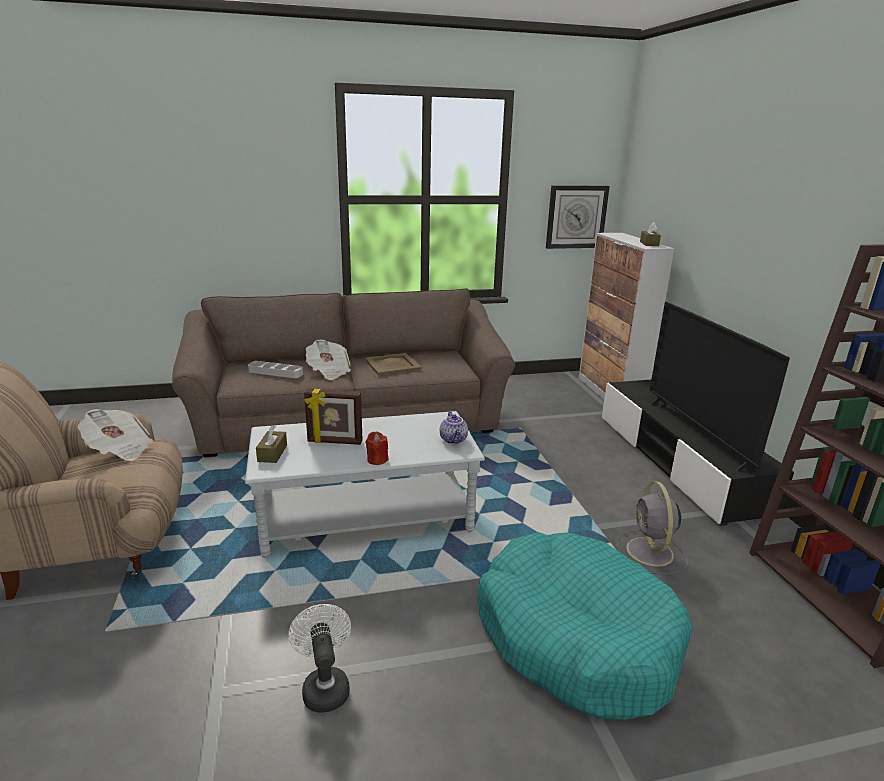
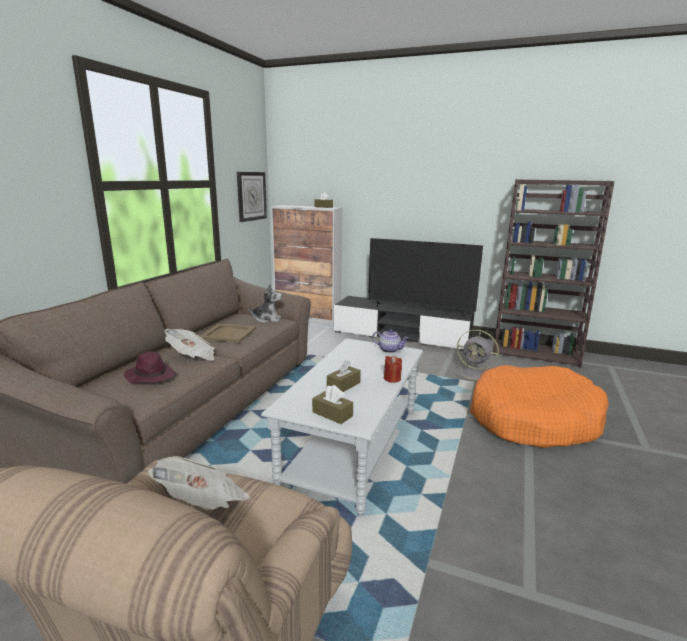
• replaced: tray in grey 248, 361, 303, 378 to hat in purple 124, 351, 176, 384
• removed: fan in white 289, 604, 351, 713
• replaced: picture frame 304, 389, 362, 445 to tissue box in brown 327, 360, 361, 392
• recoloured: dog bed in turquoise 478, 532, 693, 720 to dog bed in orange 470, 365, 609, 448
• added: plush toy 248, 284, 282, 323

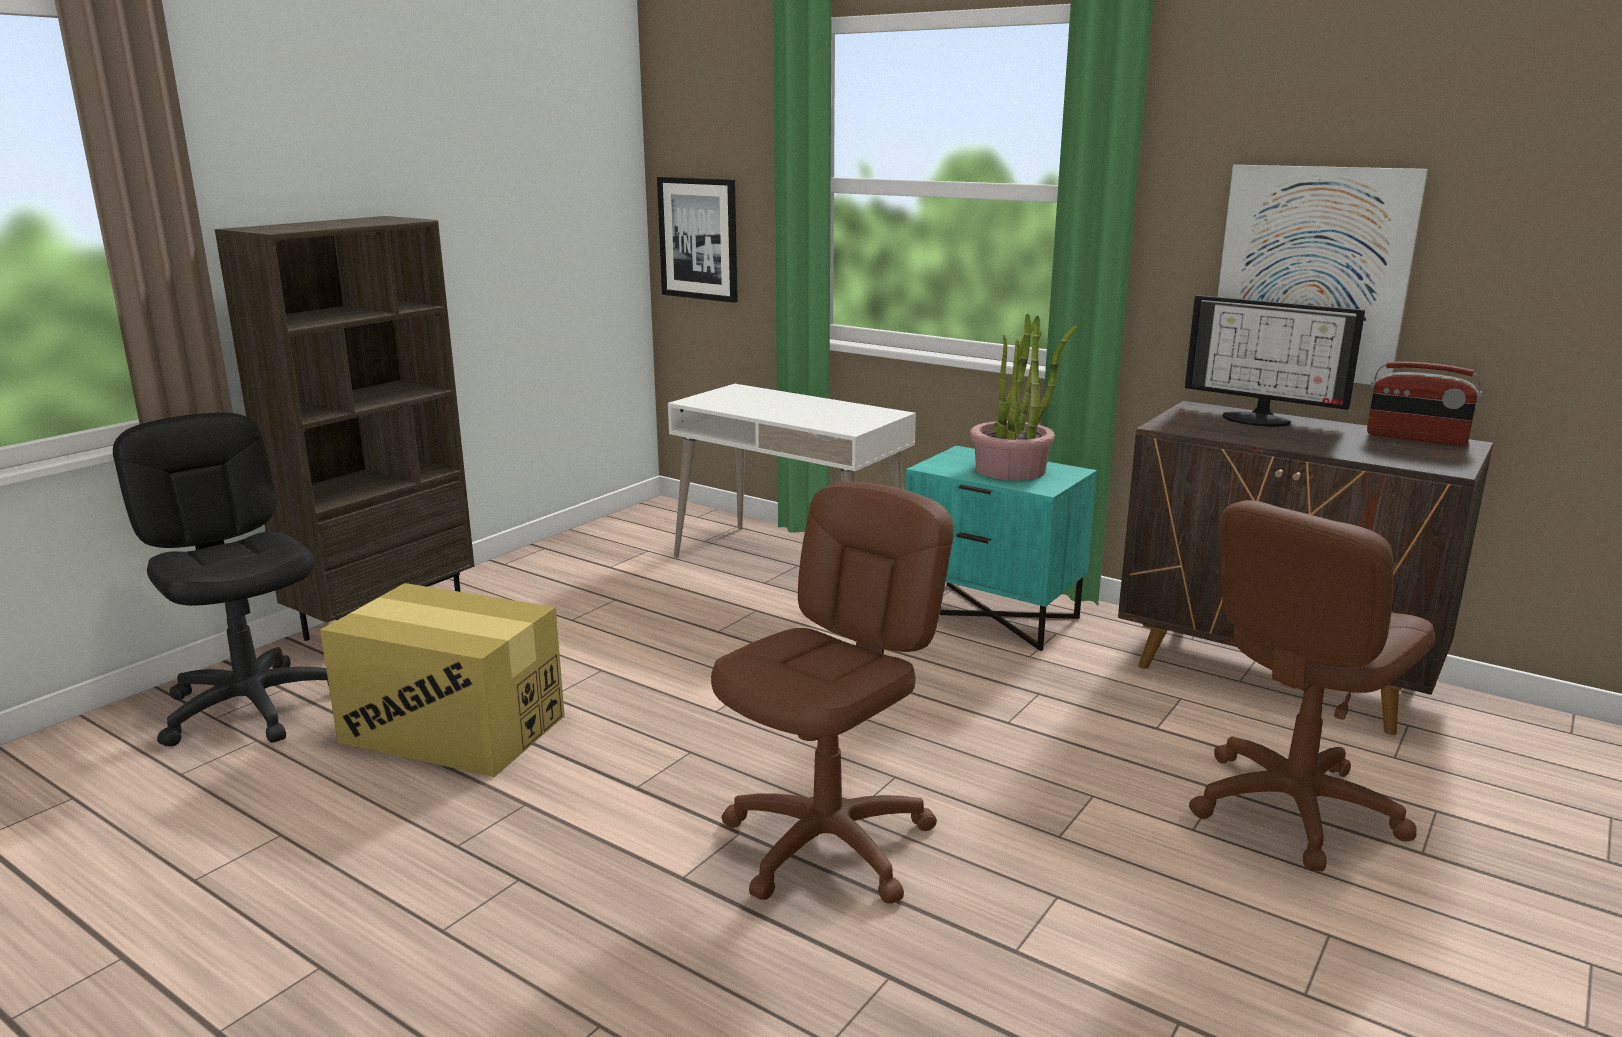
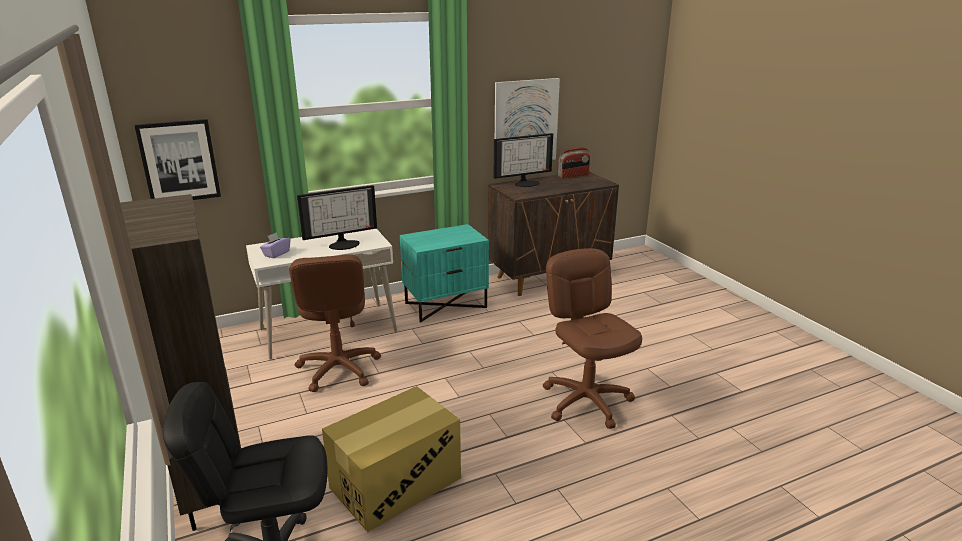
• removed: potted plant 970, 314, 1077, 480
• moved: office chair in brown 1189, 500, 1435, 871 to 290, 254, 381, 392
• added: tissue box in purple 260, 232, 291, 258
• added: monitor 297, 185, 377, 250

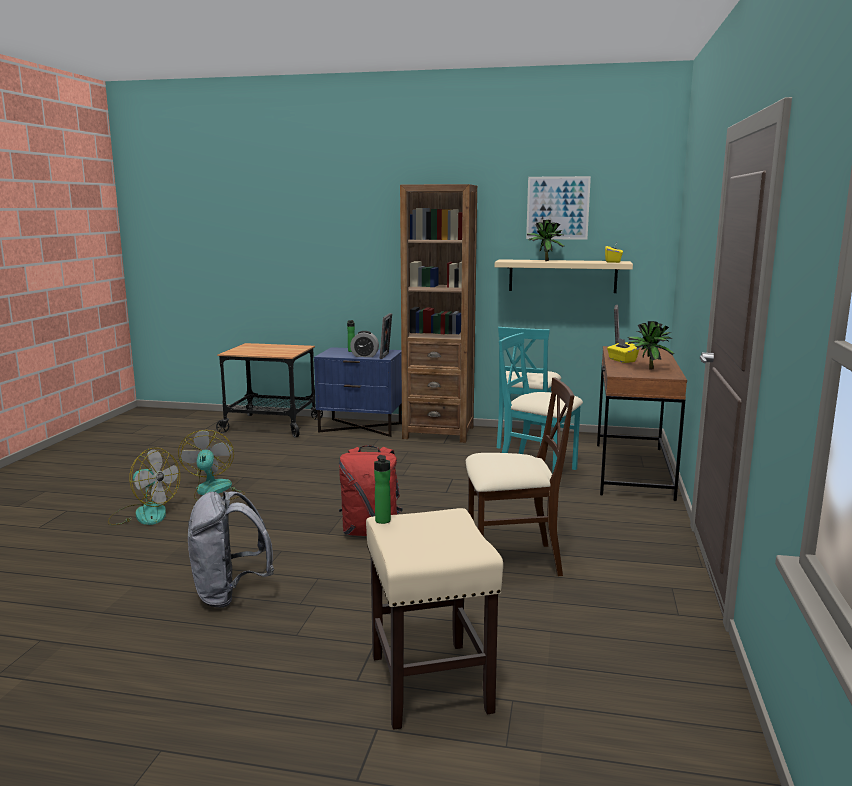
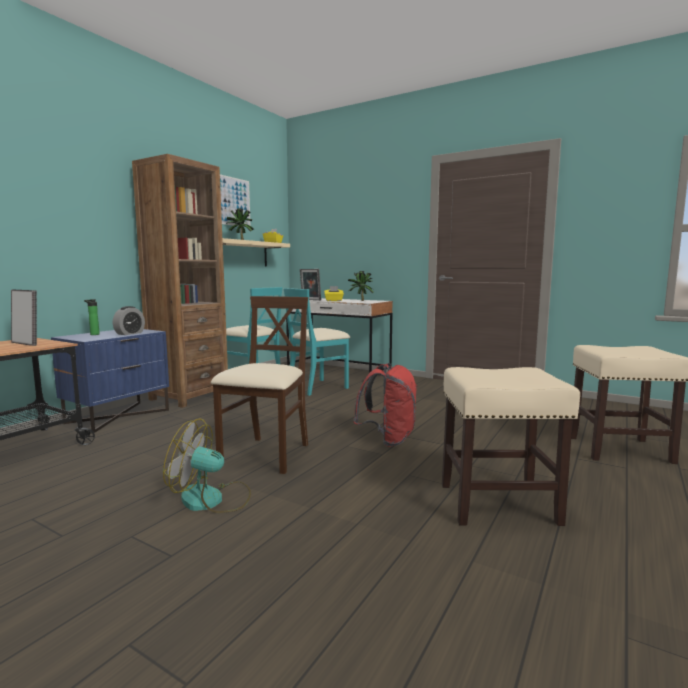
• removed: fan 108, 448, 180, 525
• replaced: backpack in grey 188, 491, 274, 608 to stool in beige 442, 367, 580, 526
• removed: bottle 374, 455, 391, 524
• moved: picture frame 380, 313, 392, 359 to 11, 289, 37, 346
• moved: chair in beige 466, 377, 574, 576 to 211, 296, 308, 474
• recoloured: desk in brown 597, 346, 687, 501 to desk in white 286, 298, 393, 373

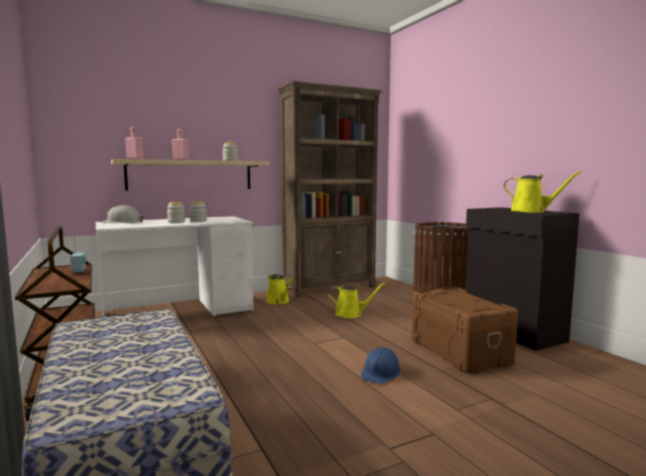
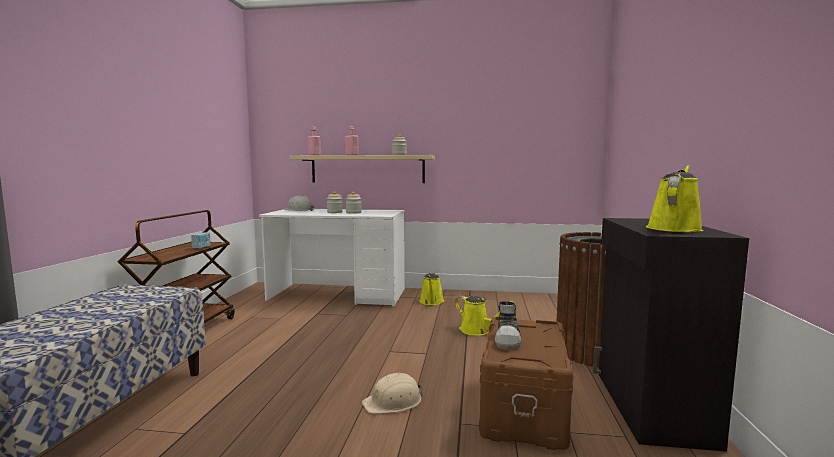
• removed: bookcase in brown 277, 81, 382, 297
• recoloured: hard hat in blue 361, 347, 401, 384 to hard hat in beige 362, 373, 422, 414
• turned: watering can in yellow 504, 171, 582, 213 = 646, 165, 703, 232 120 degrees counterclockwise
• added: shoe 495, 301, 521, 350

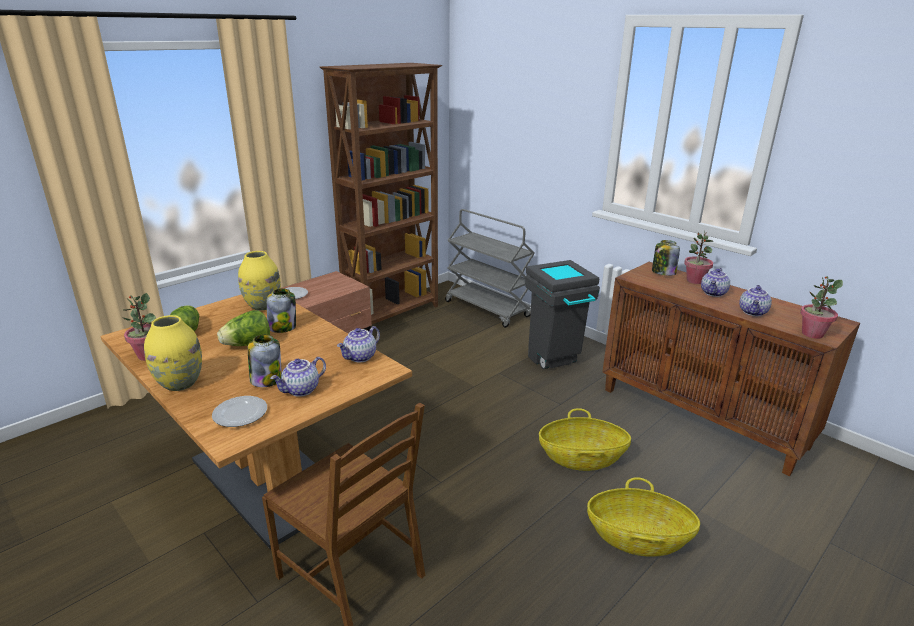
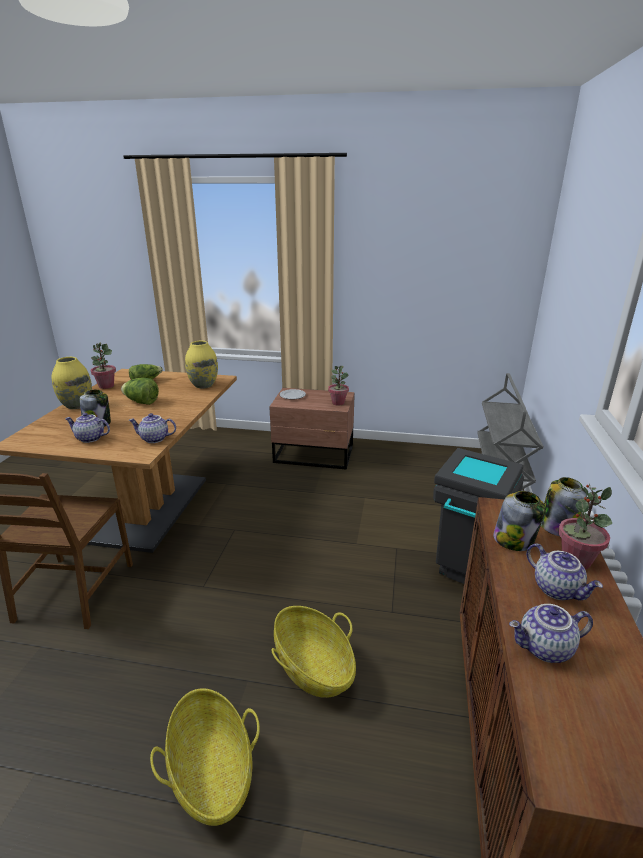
• removed: plate 212, 396, 267, 427
• moved: jar 267, 289, 296, 333 to 493, 491, 546, 551
• removed: bookcase in brown 320, 63, 442, 330
• turned: teapot 701, 268, 730, 297 = 526, 543, 603, 601 120 degrees counterclockwise
• moved: potted plant 800, 276, 843, 339 to 328, 366, 349, 405

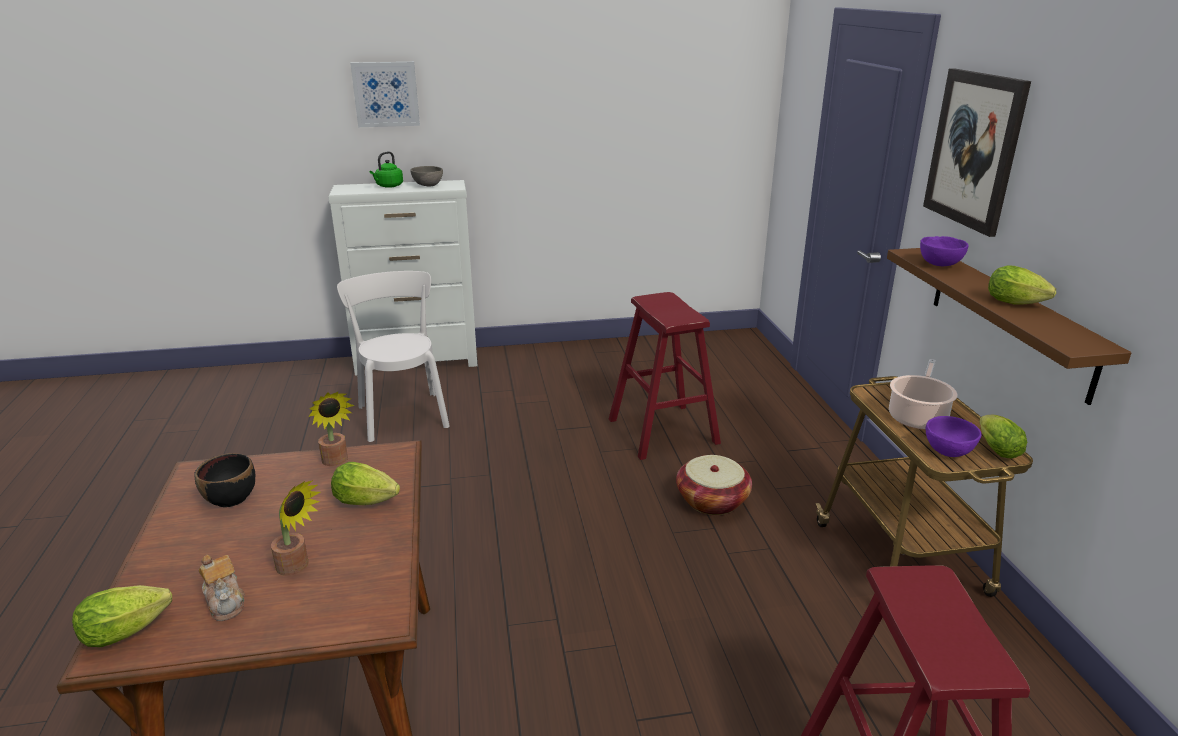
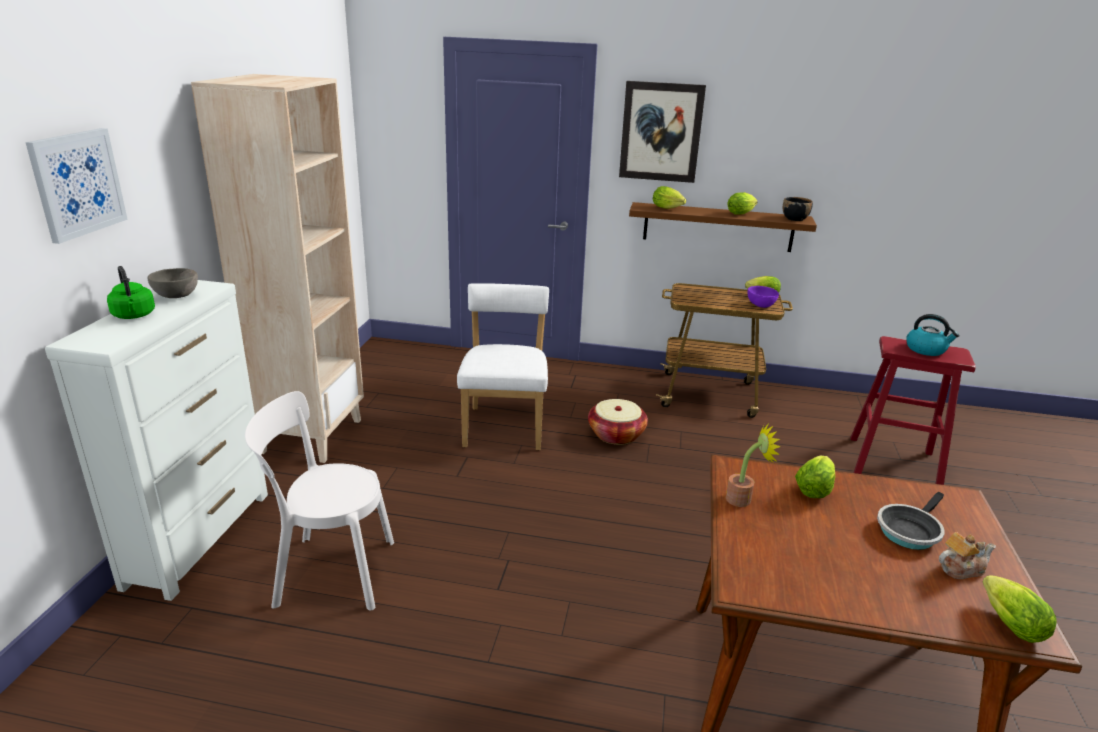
• moved: bowl in black 194, 453, 255, 507 to 783, 197, 813, 221
• replaced: potted plant 271, 480, 321, 576 to frying pan 877, 492, 945, 550
• replaced: stool in red 609, 292, 721, 460 to chair in white 457, 283, 549, 450
• removed: cooking pot 889, 359, 958, 430
• replaced: bowl in purple 920, 236, 969, 266 to lettuce 653, 186, 686, 209
• added: bookcase in beige 191, 74, 364, 463
• added: kettle 906, 314, 960, 356

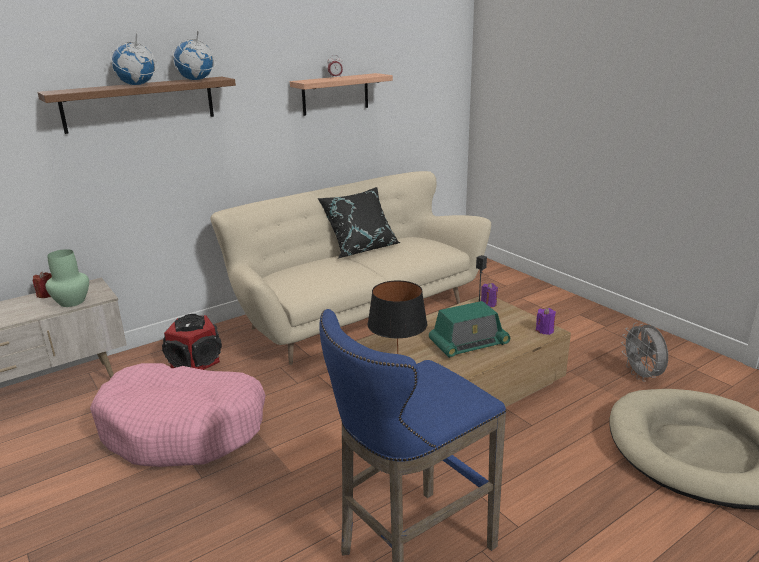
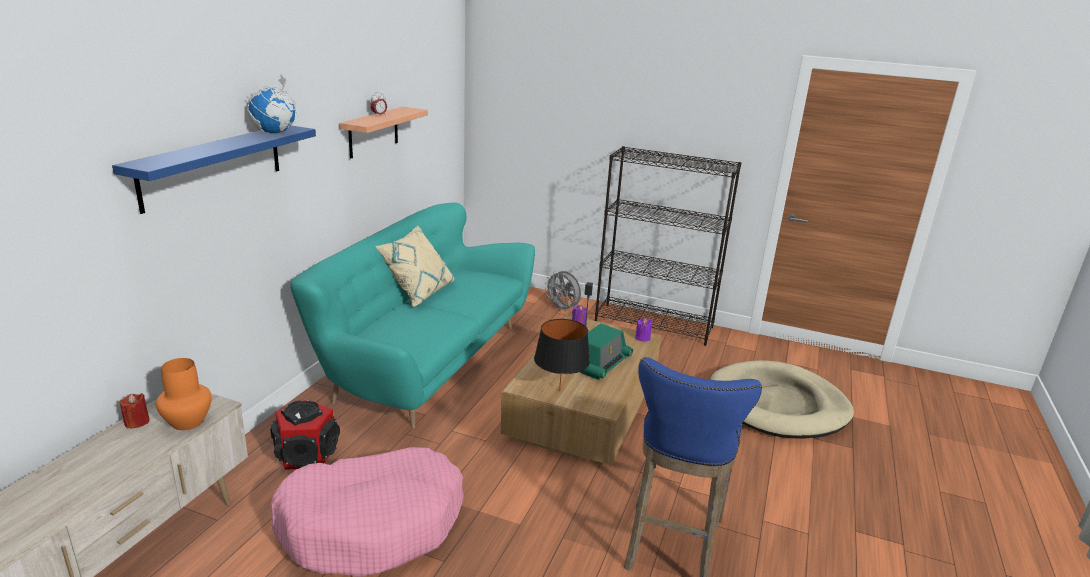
• recoloured: shelf in brown 37, 77, 236, 134 to shelf in blue 112, 126, 316, 214
• recoloured: vase in green 45, 249, 89, 307 to vase in orange 156, 358, 212, 430
• removed: globe 110, 32, 158, 85
• recoloured: sofa in beige 210, 171, 491, 365 to sofa in turquoise 290, 203, 535, 429
• recoloured: pillow in black 318, 187, 401, 258 to pillow in beige 375, 226, 454, 307
• moved: fan in grey 621, 322, 668, 382 to 544, 271, 581, 312
• added: bookcase in black 595, 146, 741, 346

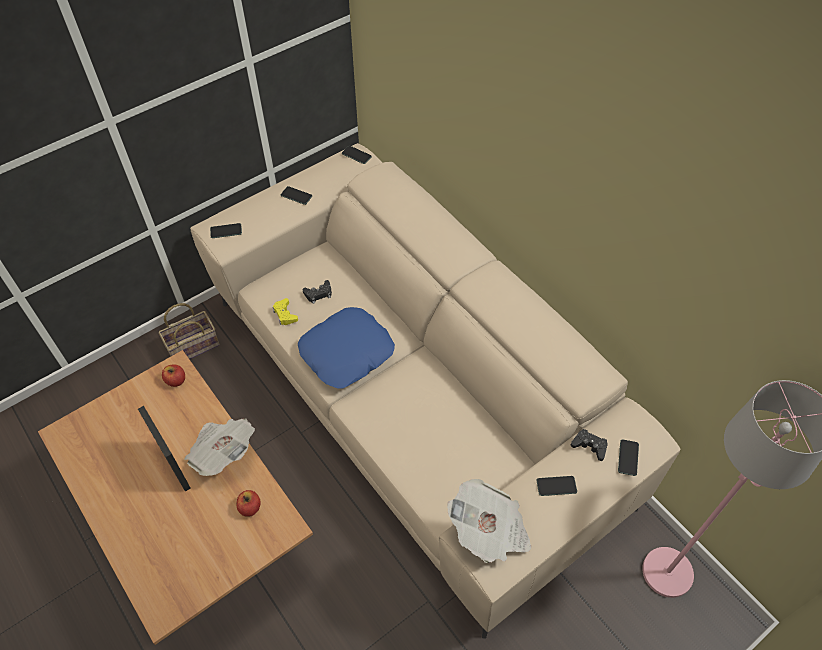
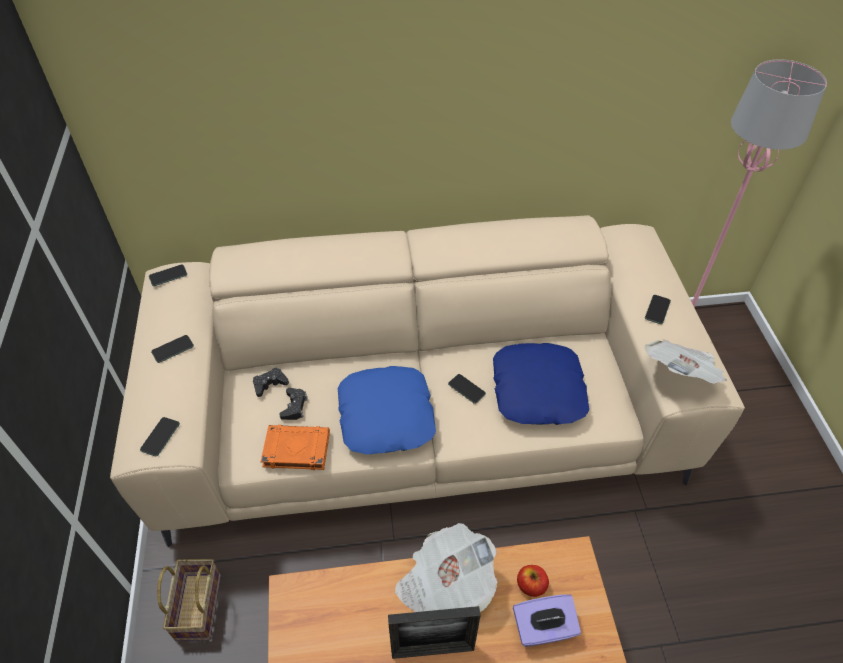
• removed: apple 162, 365, 185, 387
• replaced: game controller in yellow 273, 298, 298, 325 to book in orange 261, 425, 330, 470
• moved: game controller in black 571, 429, 608, 461 to 253, 368, 289, 397
• moved: phone 618, 439, 639, 476 to 448, 374, 486, 404
• added: pillow in blue 493, 343, 589, 425
• added: tissue box in purple 513, 594, 581, 647

